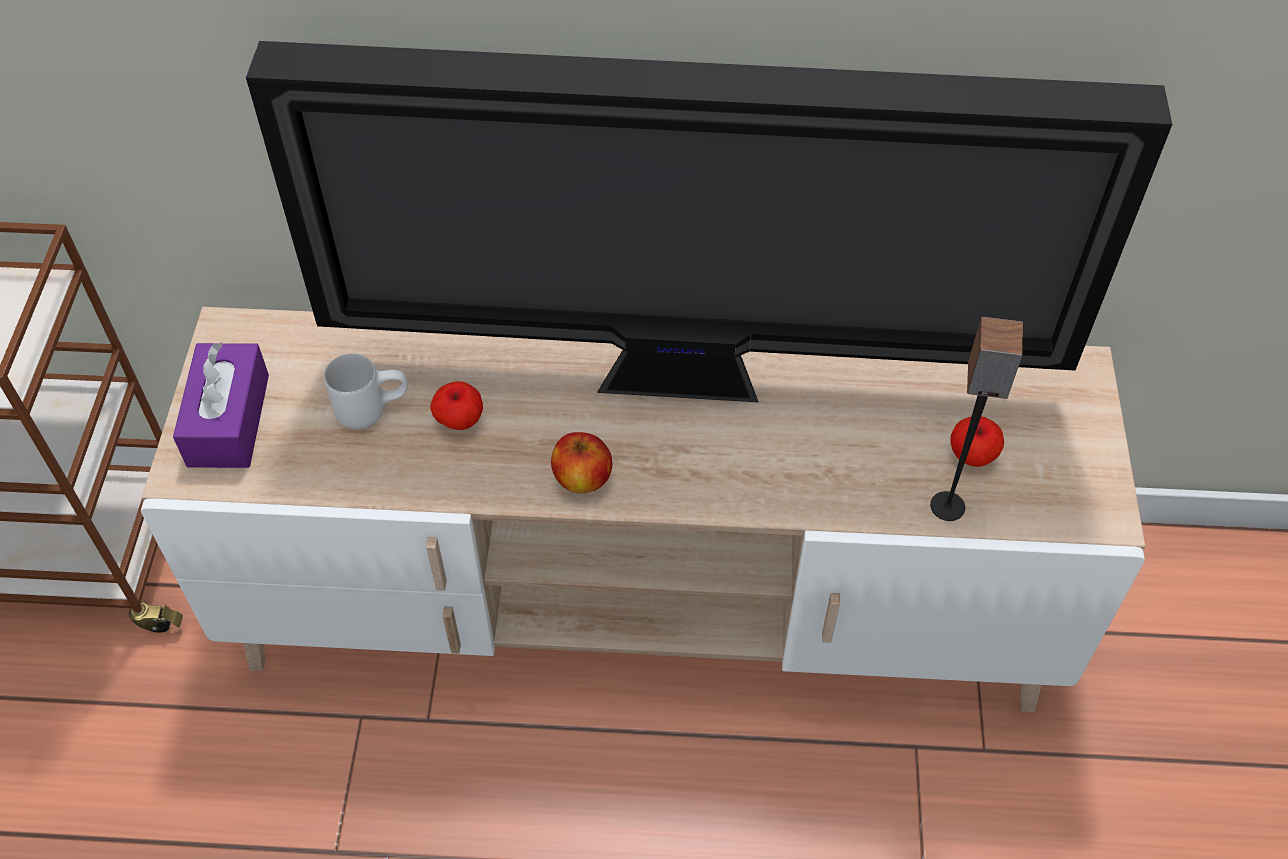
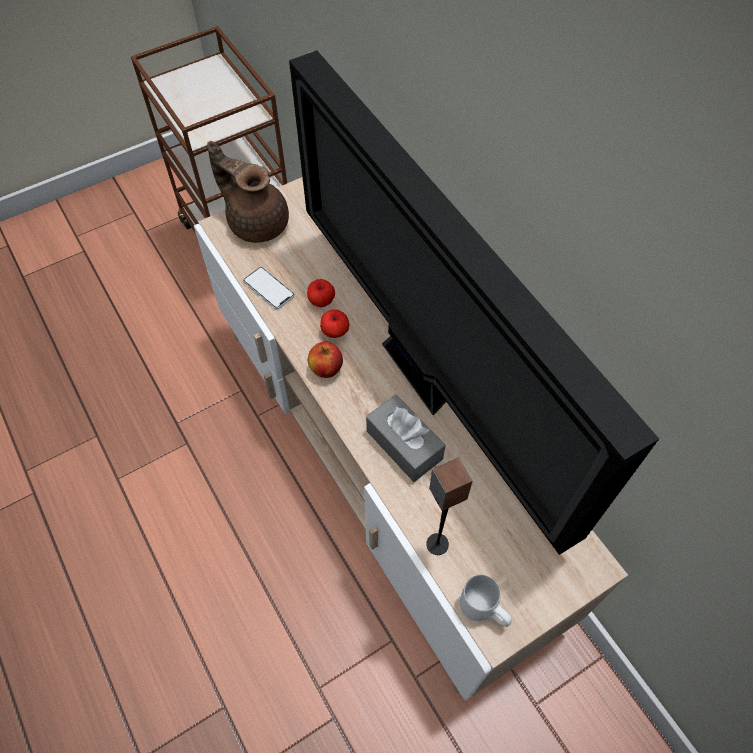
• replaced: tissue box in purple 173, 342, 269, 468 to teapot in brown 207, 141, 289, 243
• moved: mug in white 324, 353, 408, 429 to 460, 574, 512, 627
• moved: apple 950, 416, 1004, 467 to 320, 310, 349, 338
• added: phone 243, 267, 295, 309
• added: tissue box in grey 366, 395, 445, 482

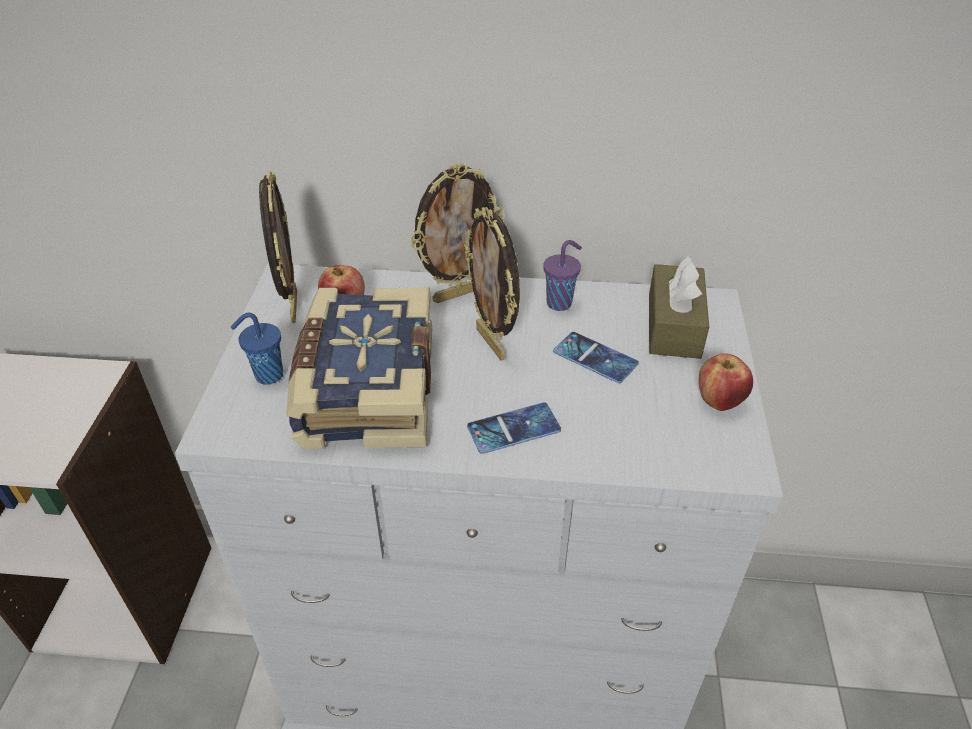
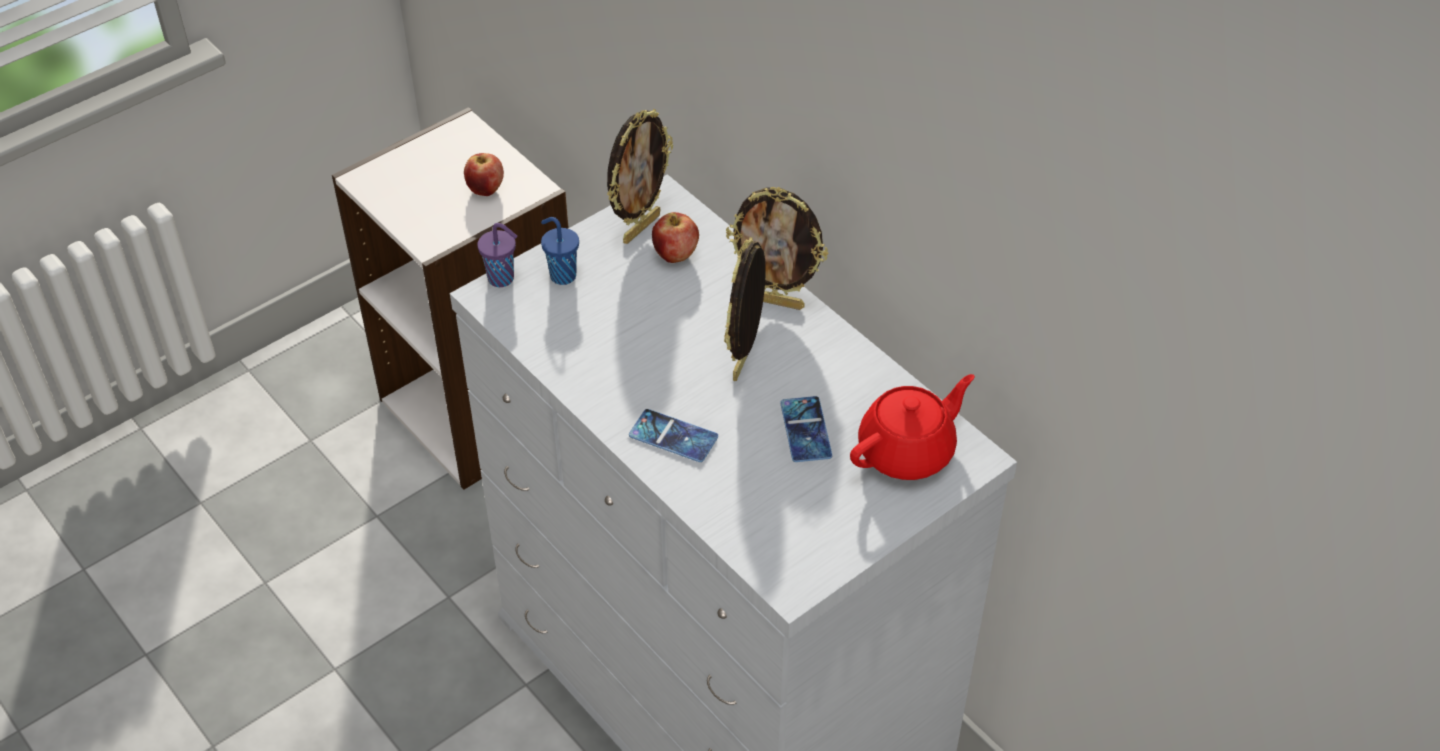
• removed: book 286, 287, 432, 449
• moved: cup in purple 543, 240, 582, 311 to 477, 223, 517, 287
• replaced: tissue box in brown 649, 256, 709, 359 to teapot in red 850, 374, 975, 480
• moved: apple 699, 353, 753, 411 to 464, 153, 504, 196

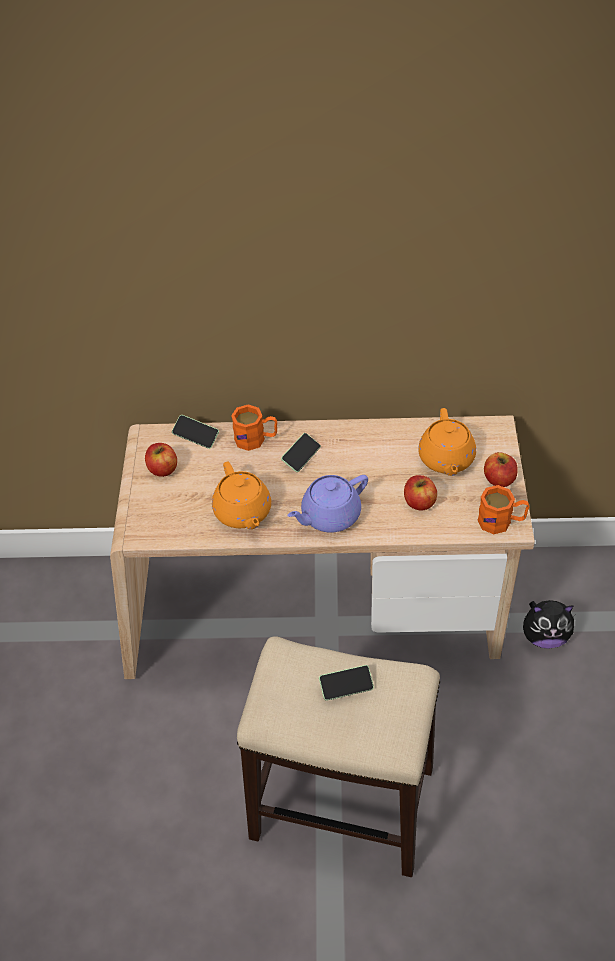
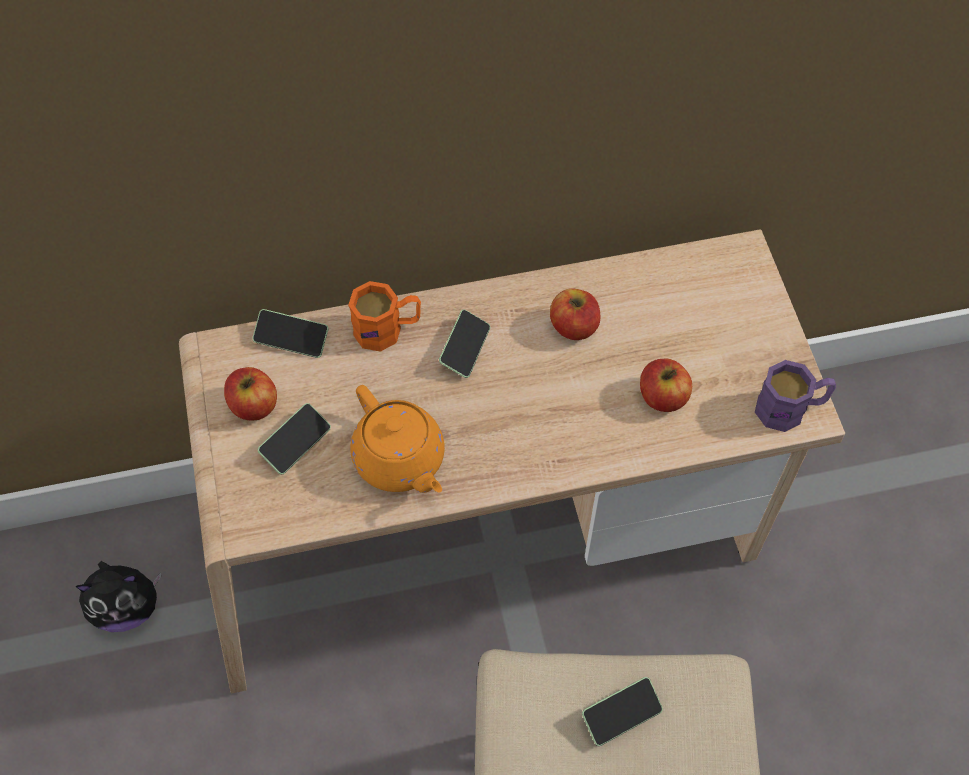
• removed: teapot in purple 287, 475, 368, 533
• removed: teapot in orange 418, 408, 476, 476
• recoloured: mug in orange 478, 485, 530, 534 to mug in purple 755, 360, 836, 432
• moved: apple 484, 452, 517, 487 to 550, 288, 600, 340
• moved: plush toy 523, 600, 575, 649 to 75, 561, 161, 632
• added: phone 258, 403, 331, 474

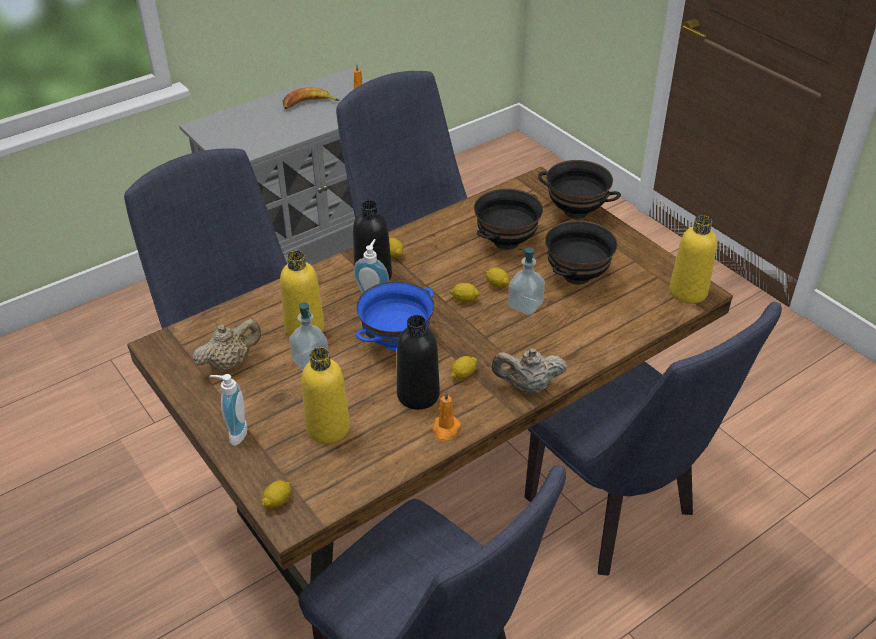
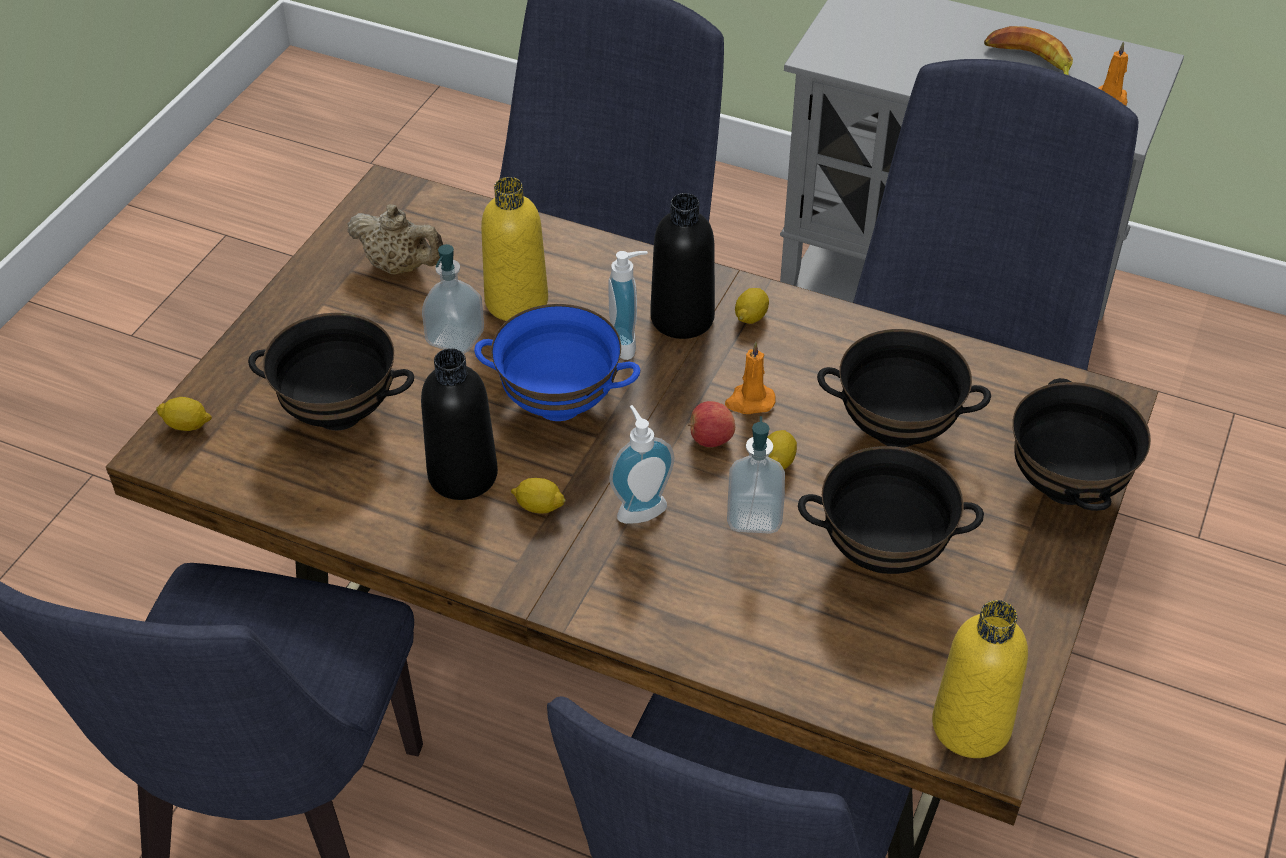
• moved: soap dispenser 210, 374, 248, 446 to 609, 405, 674, 524
• replaced: bottle in yellow 302, 347, 350, 444 to bowl in black 248, 313, 414, 431
• moved: candle in orange 432, 391, 461, 442 to 725, 342, 776, 414
• replaced: lemon 449, 283, 480, 302 to apple 688, 401, 735, 447
• removed: teapot in beige 492, 348, 567, 393

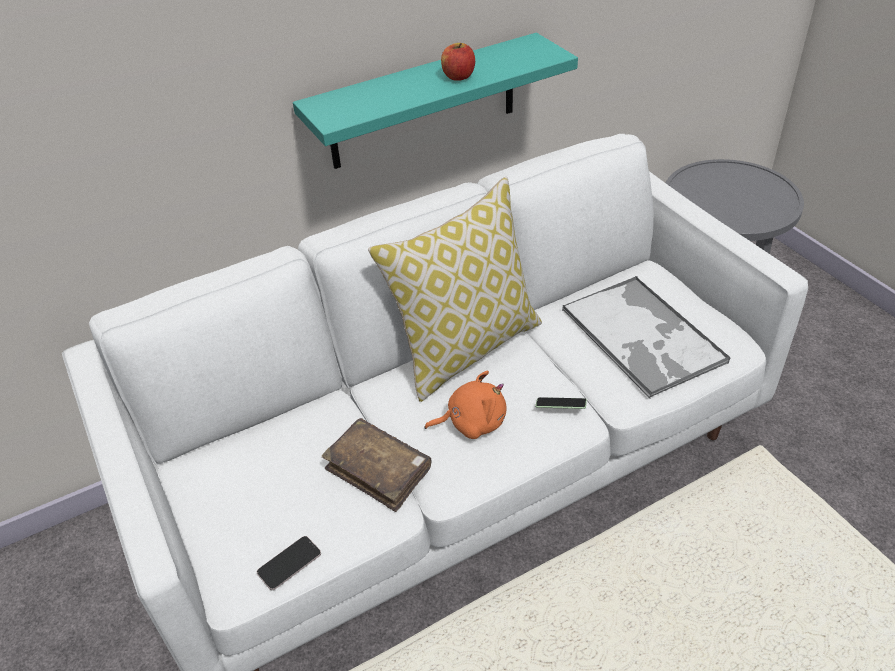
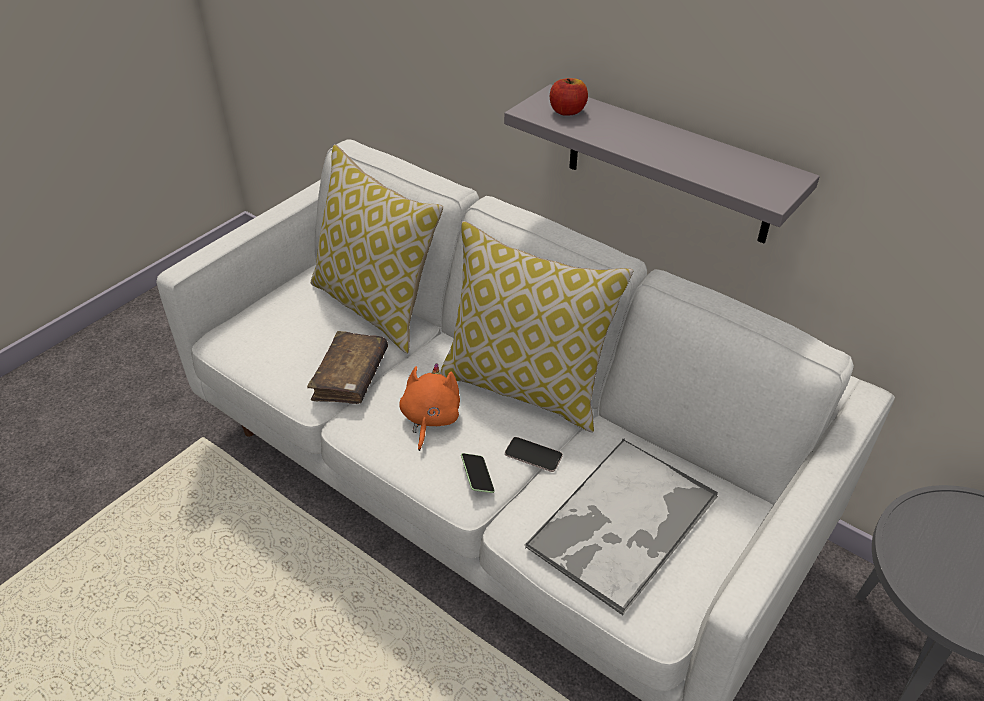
• moved: phone 257, 536, 321, 590 to 505, 437, 563, 472
• recoloured: shelf in turquoise 293, 33, 578, 169 to shelf in grey 504, 84, 820, 243
• turned: plush toy in orange 425, 371, 507, 439 = 399, 363, 460, 451 135 degrees counterclockwise
• moved: apple 441, 43, 475, 81 to 550, 78, 588, 116
• added: pillow 311, 145, 443, 353

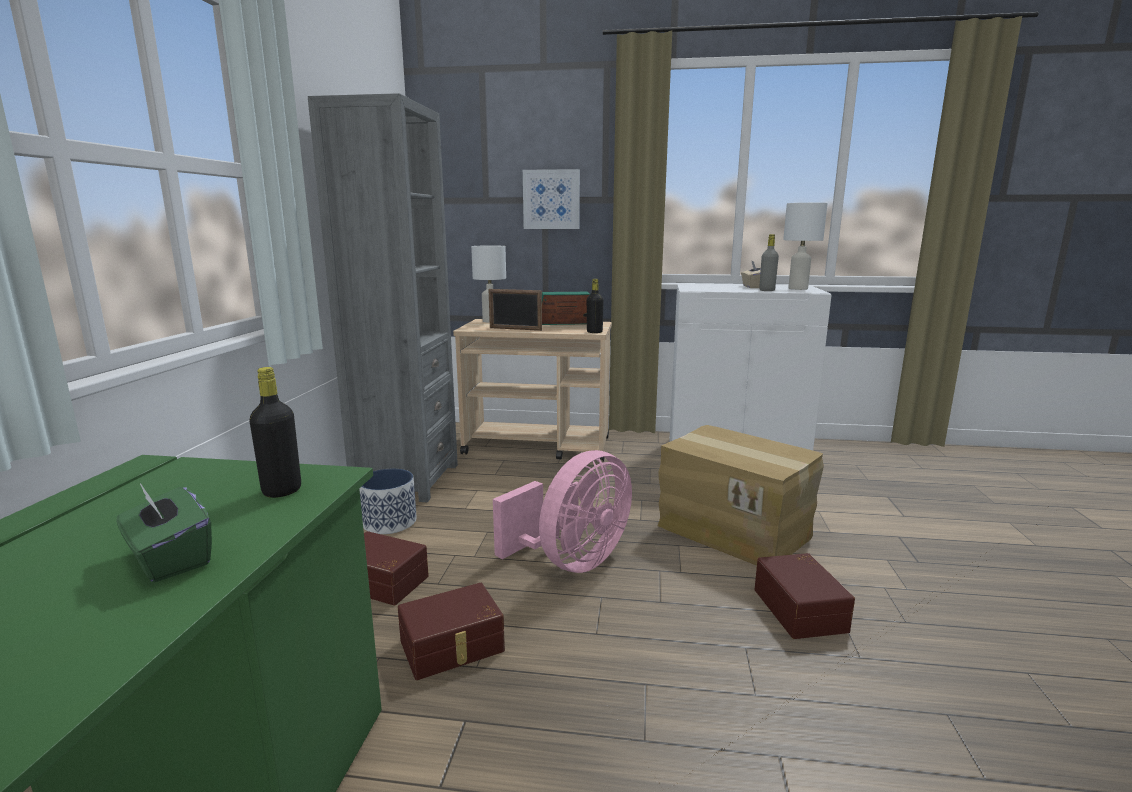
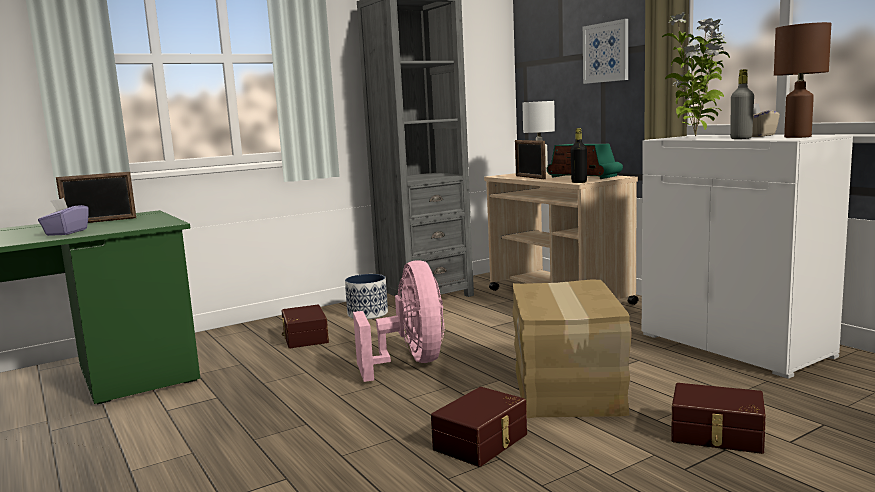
• recoloured: tissue box in green 116, 483, 212, 582 to tissue box in purple 38, 198, 89, 236
• removed: bottle in black 249, 367, 301, 498
• moved: storage box in brown 398, 583, 505, 680 to 671, 383, 766, 454
• turned: fan in pink 493, 450, 632, 573 = 353, 260, 444, 382 105 degrees counterclockwise
• recoloured: table lamp in white 783, 203, 827, 290 to table lamp in brown 774, 22, 831, 138
• added: picture frame 56, 172, 136, 223
• added: potted plant 662, 12, 730, 136

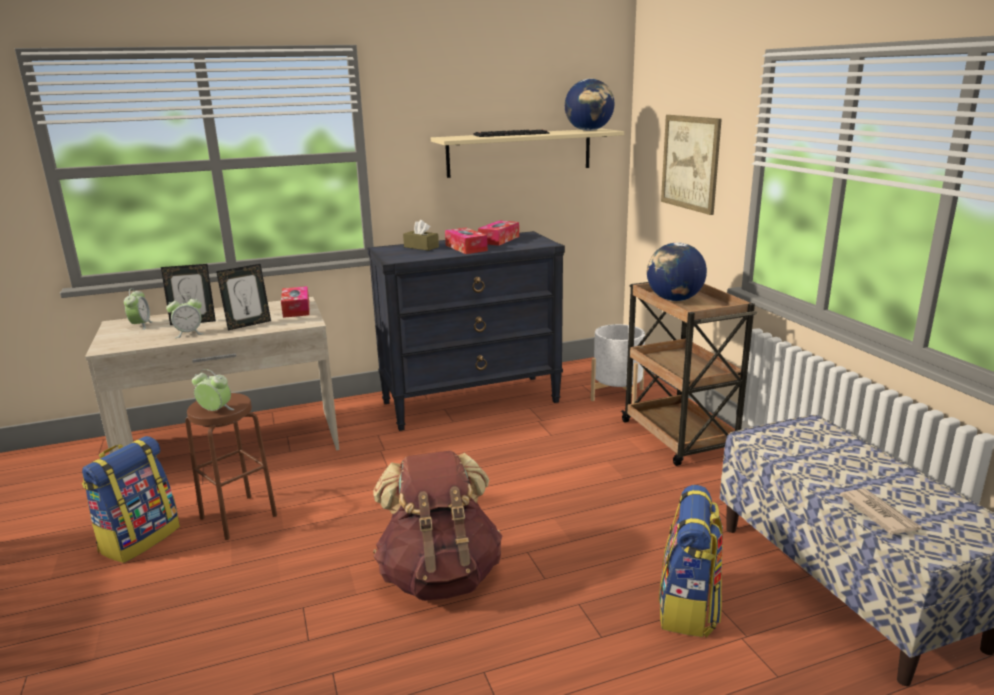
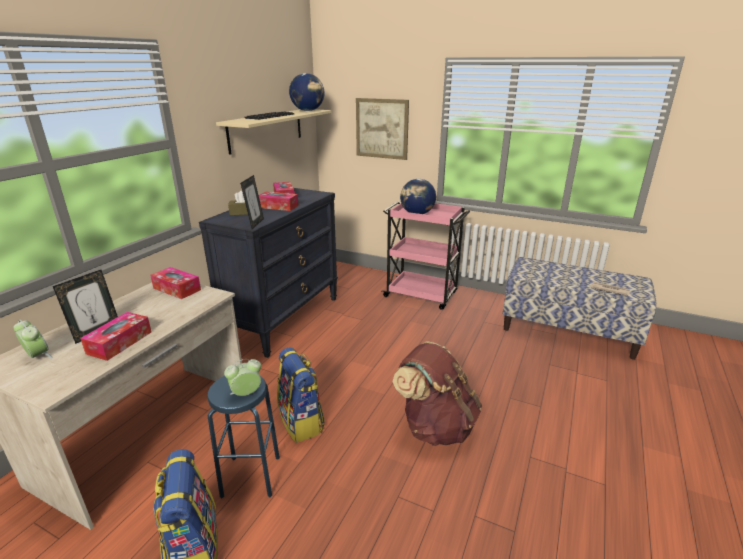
• replaced: alarm clock 166, 294, 204, 338 to tissue box 80, 312, 151, 361
• recoloured: stool in brown 185, 393, 277, 540 to stool in blue 207, 376, 280, 499
• moved: picture frame 216, 264, 271, 331 to 240, 175, 264, 229
• removed: planter in white 591, 324, 645, 404
• recoloured: cart in brown 621, 282, 758, 466 to cart in pink 382, 201, 470, 310
• moved: backpack 658, 485, 723, 637 to 277, 348, 325, 443

